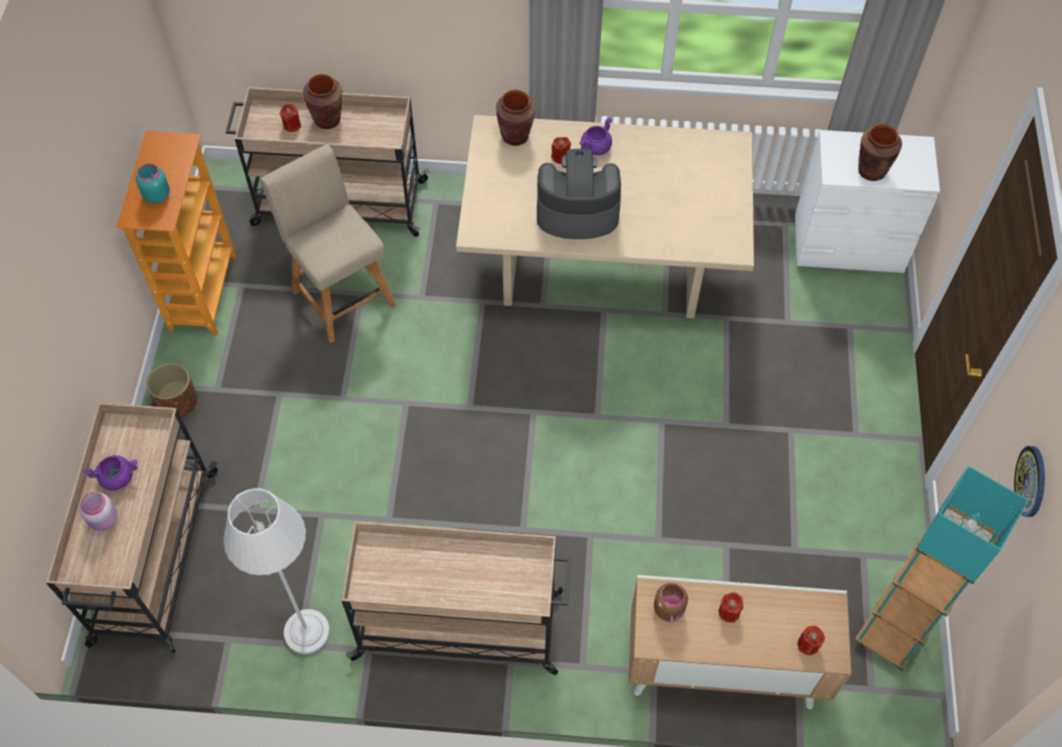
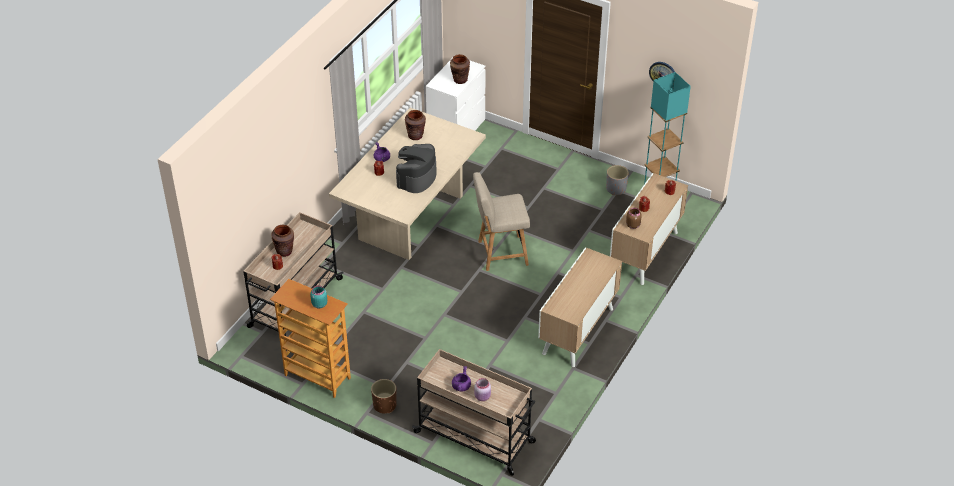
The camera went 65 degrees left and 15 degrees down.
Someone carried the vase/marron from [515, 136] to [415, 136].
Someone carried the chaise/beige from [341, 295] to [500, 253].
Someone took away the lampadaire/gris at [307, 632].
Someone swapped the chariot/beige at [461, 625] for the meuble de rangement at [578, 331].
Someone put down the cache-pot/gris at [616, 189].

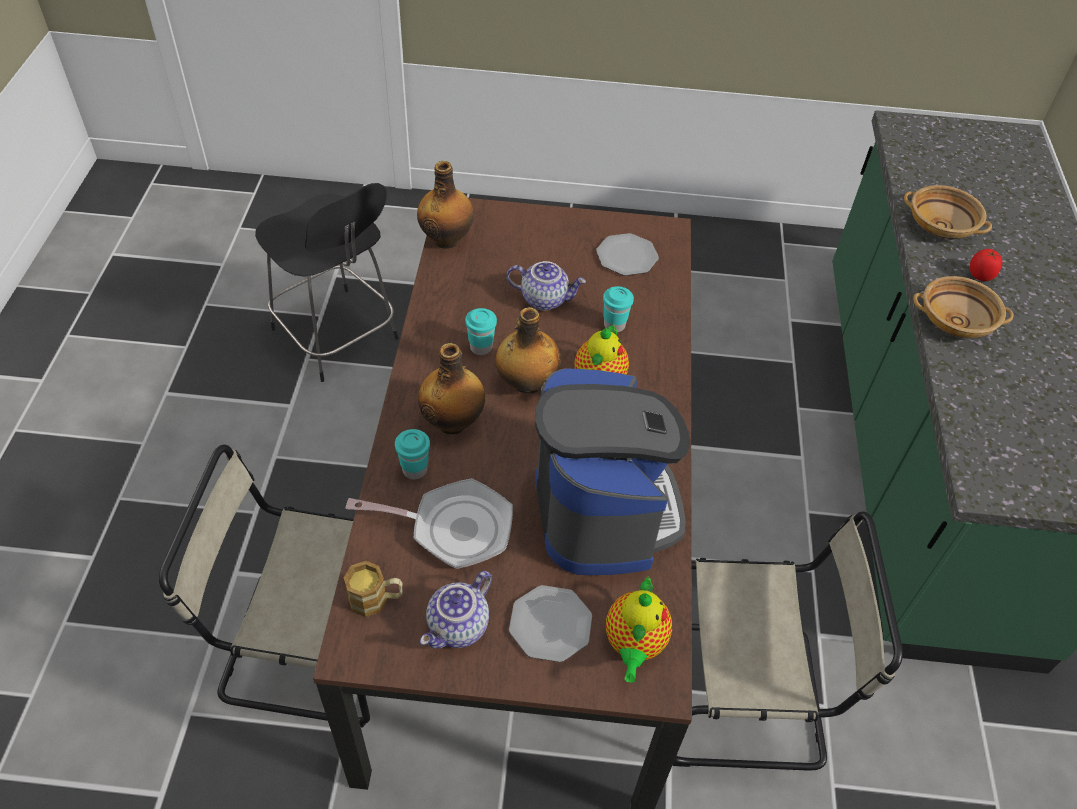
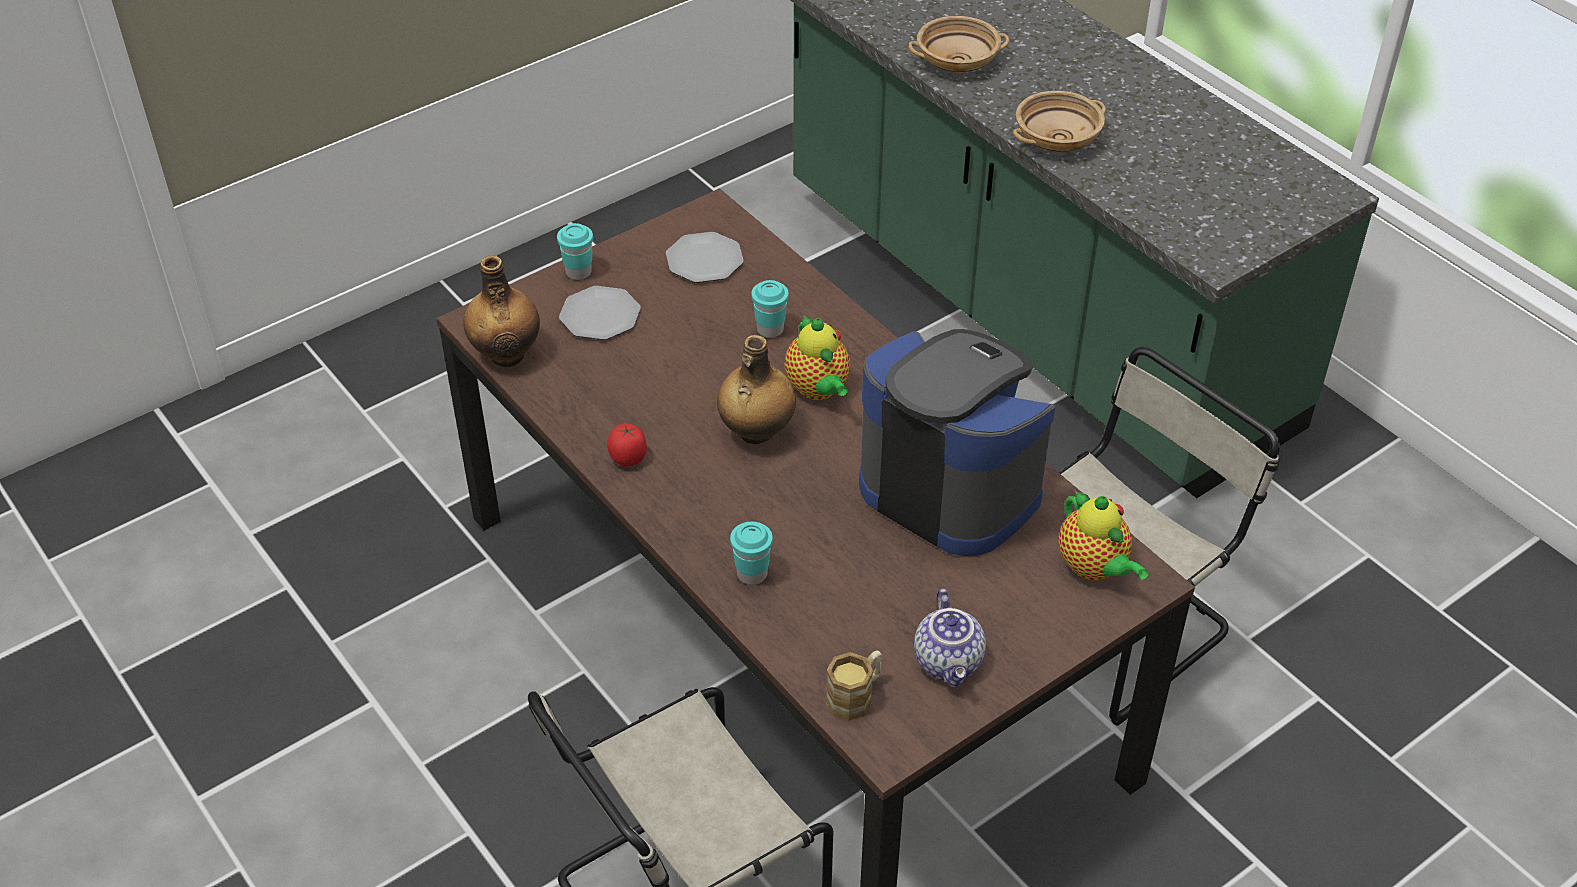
The camera went 40 degrees left and 5 degrees down.
Someone took away the tabouret/noir at [337, 337].
Someone carried the tomate from [980, 275] to [628, 458].
Someone took away the théière at [545, 298].
Someone carried the tasse/turquoise from [481, 347] to [578, 272].
Someone took away the bouteille at [453, 421].
Someone took away the poêle at [453, 528].
Someone carried the assiette from [549, 625] to [600, 316].

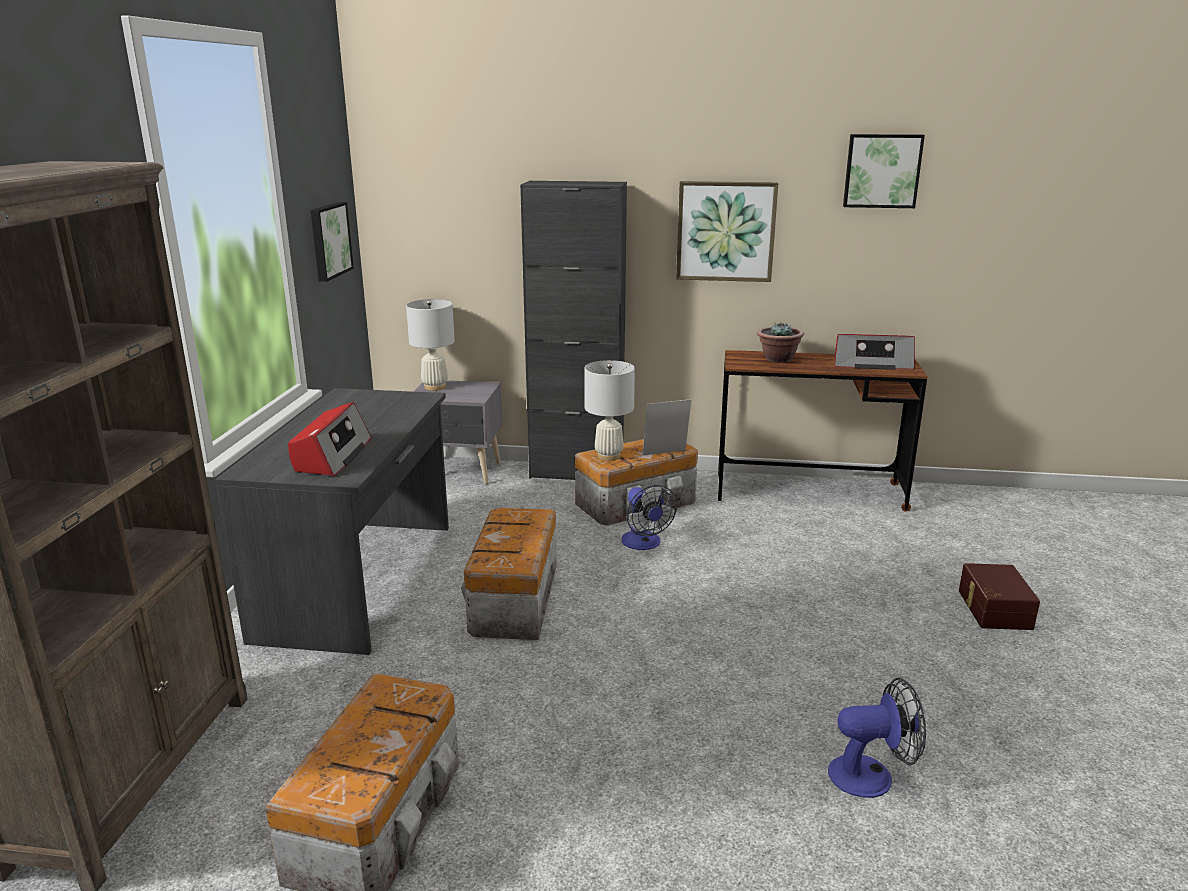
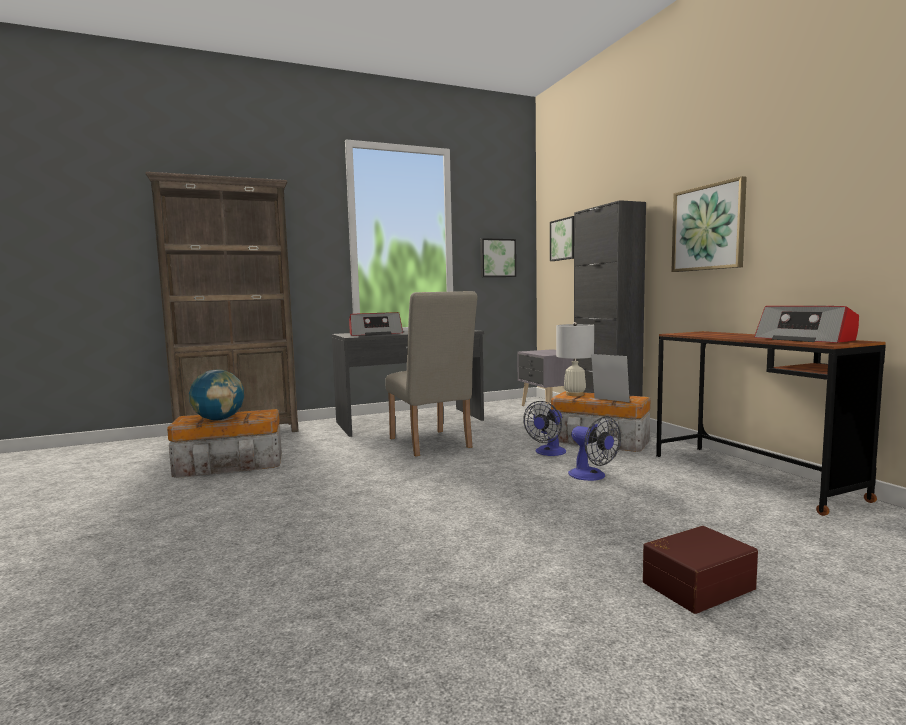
The camera went 60 degrees right and 15 degrees down.
Someone carried the tableau from [882, 171] to [565, 239].
Someone took away the lampe de table/blanc at [434, 387].
Someone took away the plante en pot at [778, 359].
Someone swapped the boîte de rangement at [513, 600] for the chaise/beige at [431, 444].
Someone carried the ventilateur from [871, 775] to [592, 476].
Someone put down the globe at [219, 419].

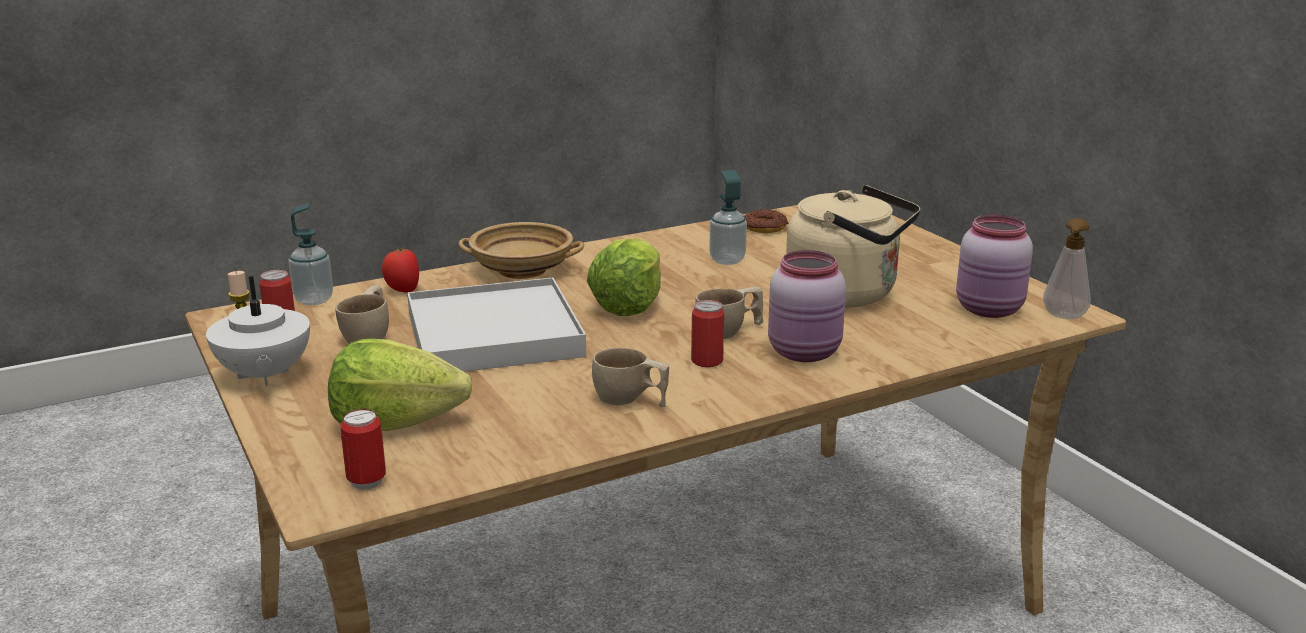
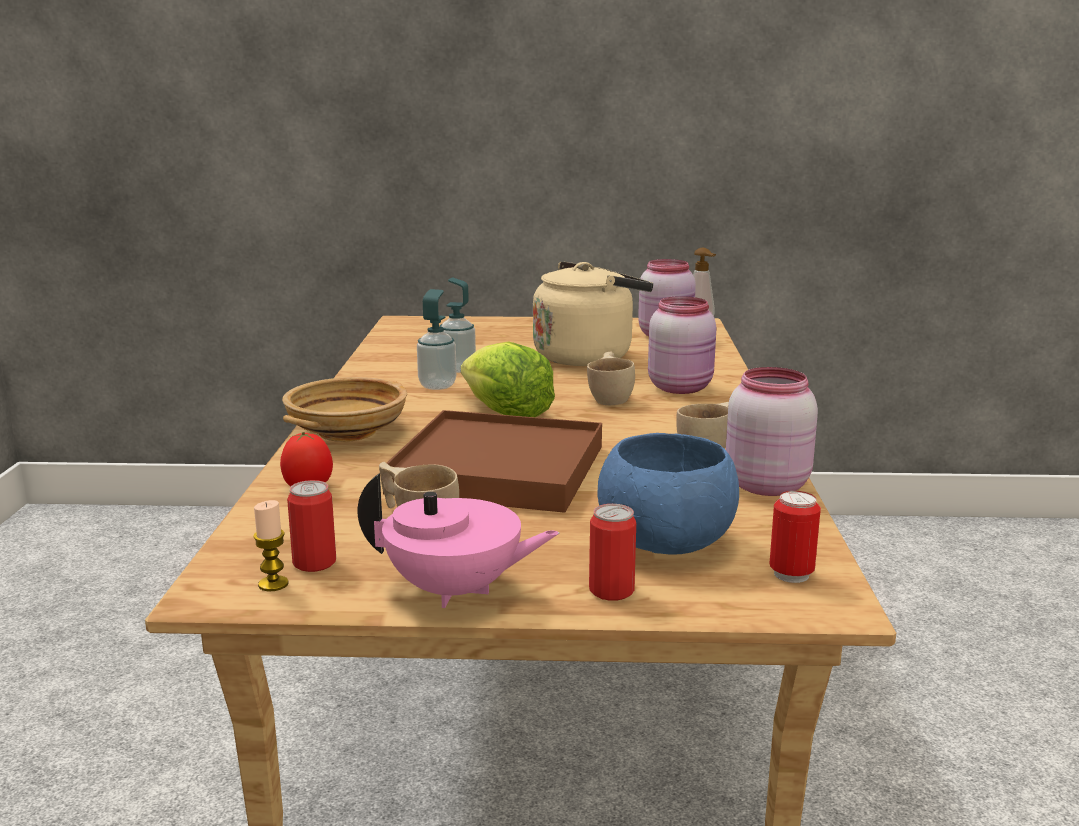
The camera went 60 degrees left and 5 degrees down.
Someone carried the distributeur de savon from [313, 300] to [437, 385].
Someone took away the beignet at [764, 227].
Someone repainted the théière/blanc at [264, 376], which became the théière/rose at [455, 591].
Someone repainted the plateau/blanc at [494, 334], which became the plateau/marron at [498, 469].
Someone carried the boîte métallique from [707, 361] to [611, 590].
Someone swapped the laitue at [395, 422] for the bol/bleu at [664, 542].
Someone put down the bocal/rose at [765, 484].

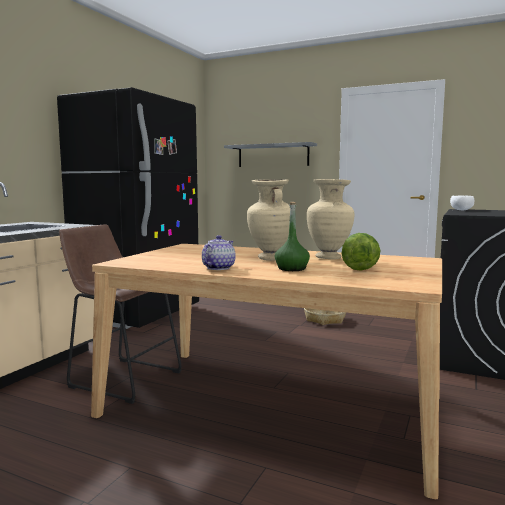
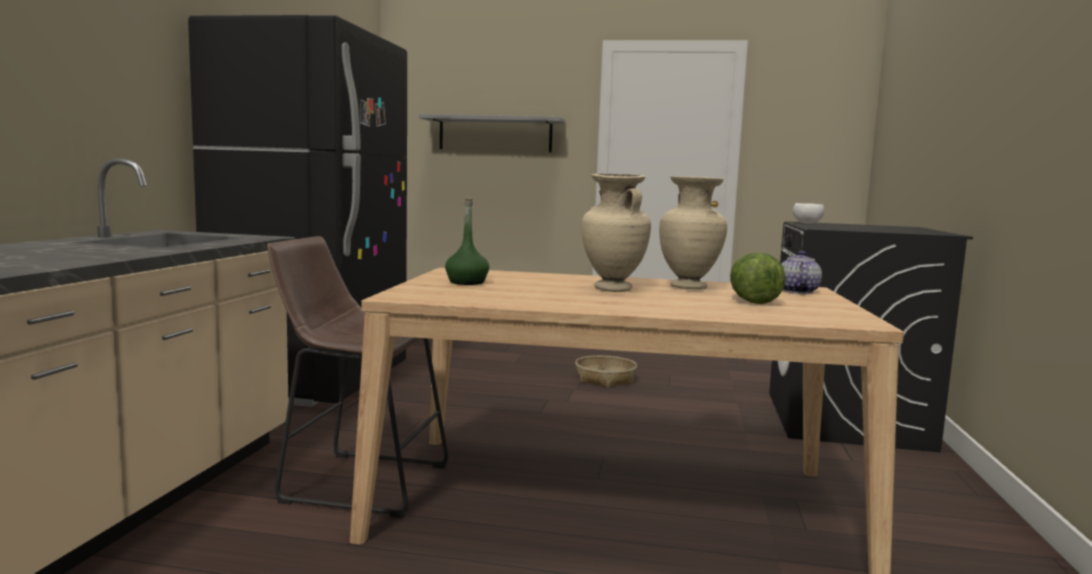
The camera went 15 degrees left and 0 degrees up.
Someone carried the bouteille/vert from [292, 269] to [467, 282].
Someone carried the théière from [218, 268] to [797, 291].

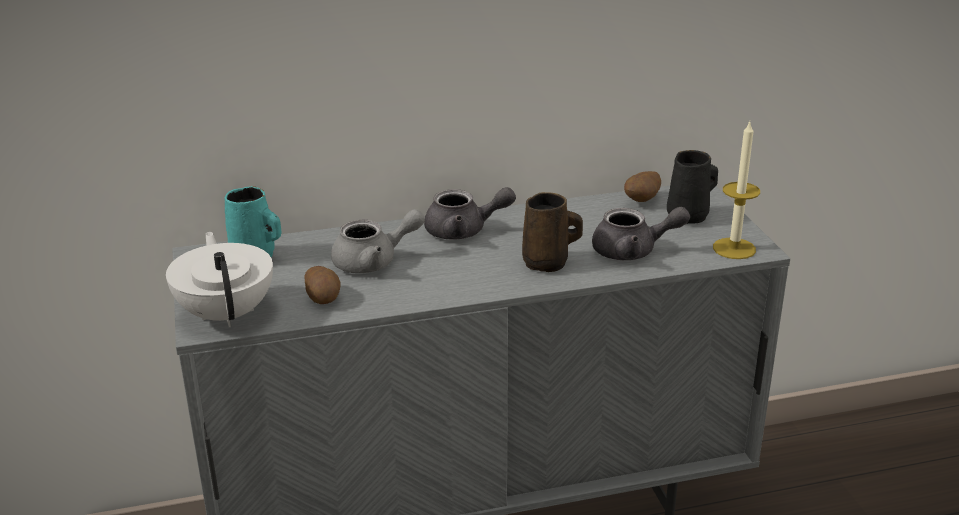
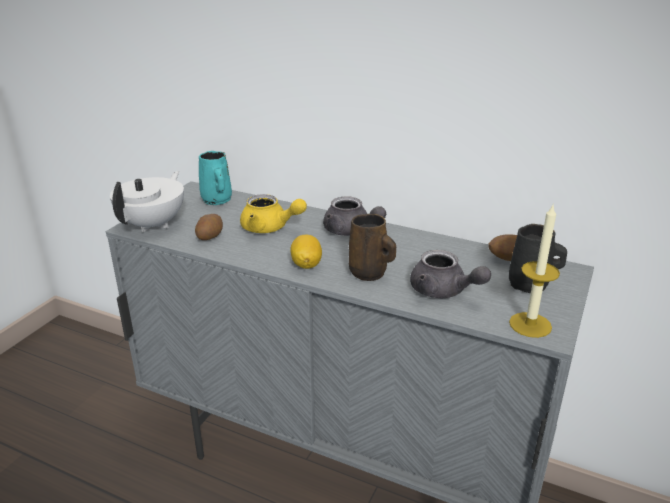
The camera went 40 degrees right and 0 degrees up.
Someone repainted the théière/gris at [374, 261], which became the théière/jaune at [270, 228].
Someone put down the citron at [306, 264].

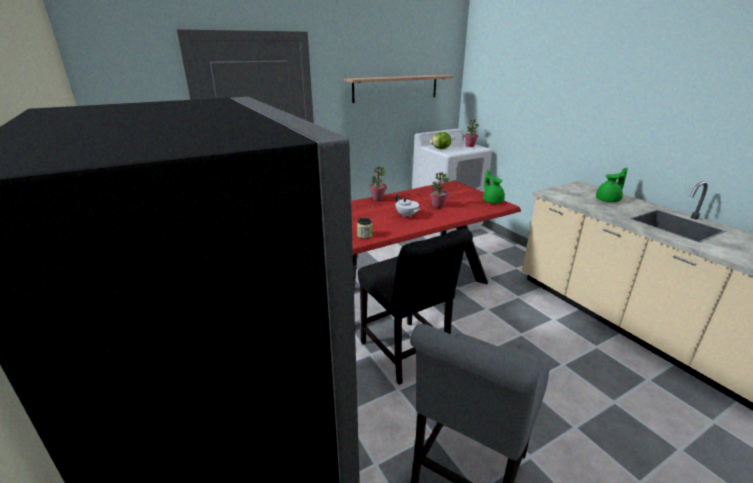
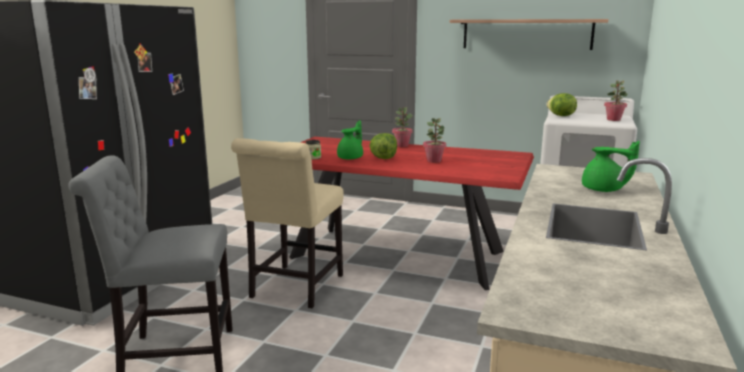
The camera went 50 degrees right and 10 degrees down.
Someone carried the théière/vert from [492, 201] to [351, 158].
Someone swapped the théière/blanc at [407, 216] for the laitue at [383, 158].
Someone repainted the chaise/noir at [407, 354], which became the chaise/beige at [294, 288].

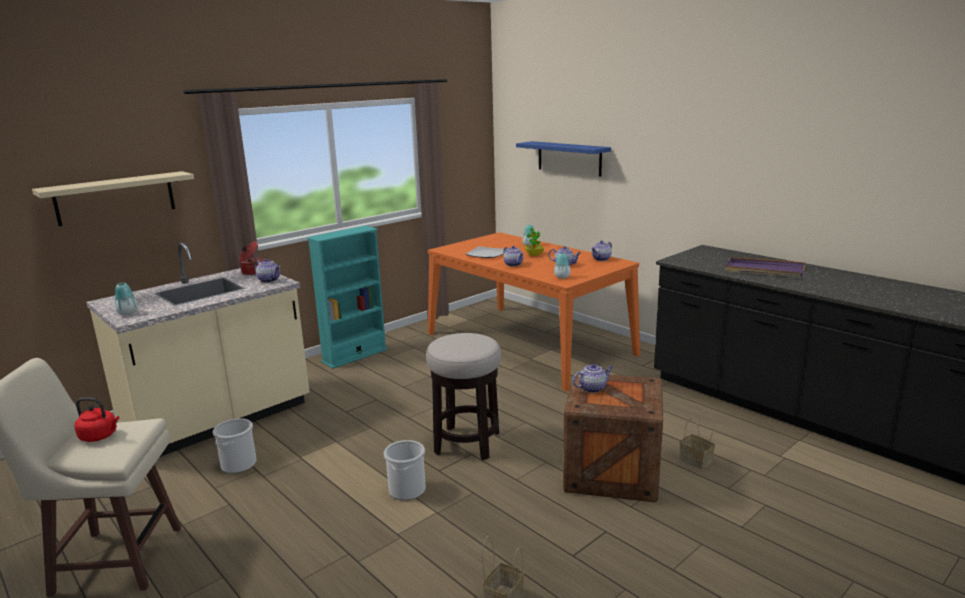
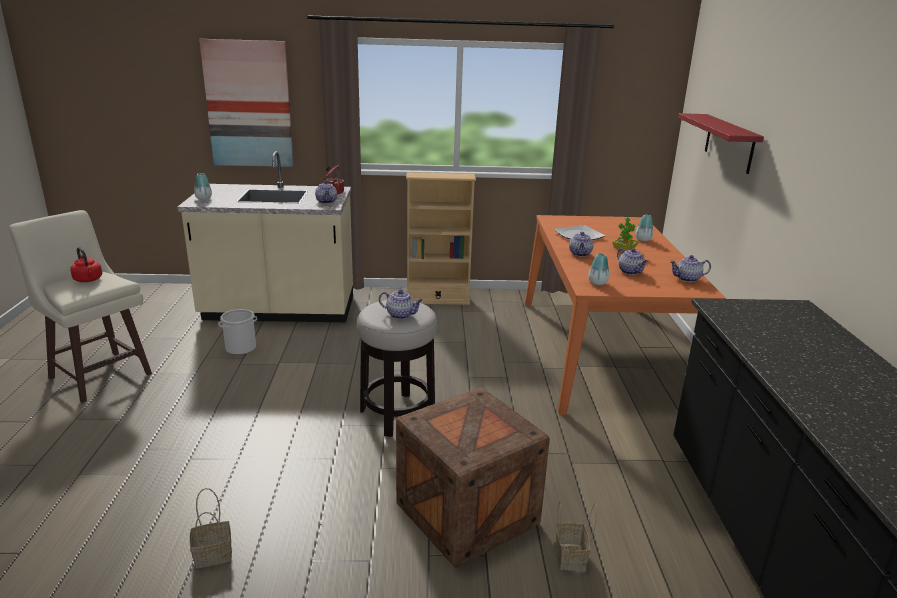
The camera went 40 degrees right and 5 degrees up.
Someone repainted the étagère/bleu at [569, 158], which became the étagère/rouge at [729, 143].
Someone swapped the étagère/beige at [115, 198] for the tableau at [249, 104].
Someone repainted the bibliothèque/turquoise at [355, 356], which became the bibliothèque/beige at [438, 299].
Someone took away the plateau/violet at [763, 270].
Someone carried the théière from [592, 388] to [401, 315].
Someone took away the seau at [407, 489].

